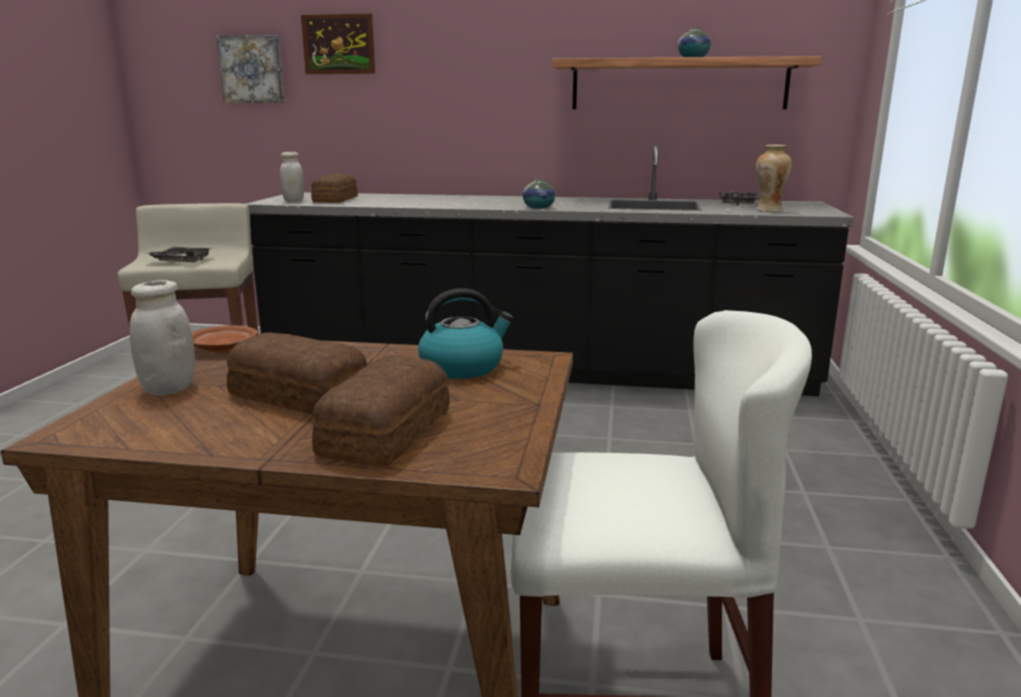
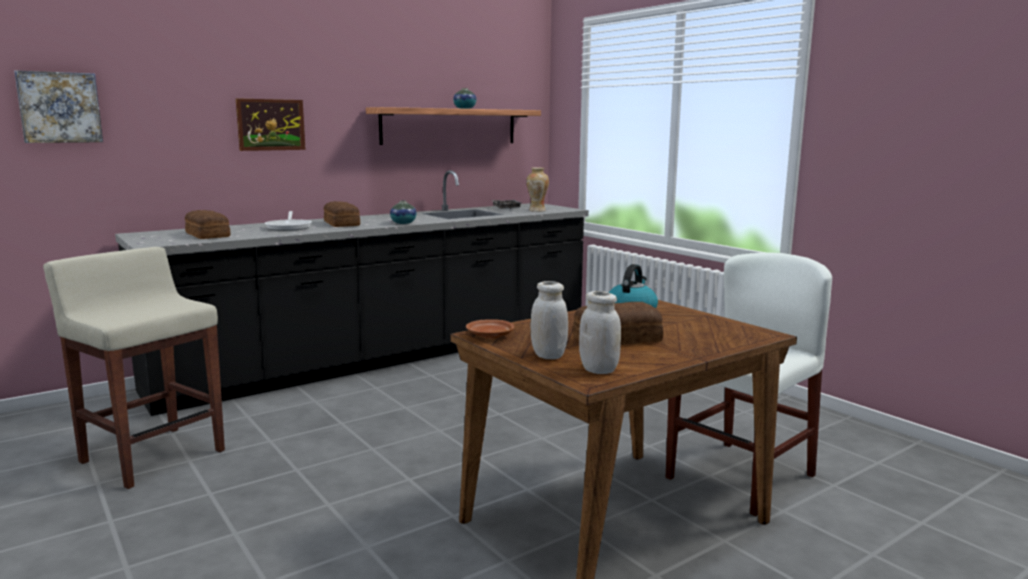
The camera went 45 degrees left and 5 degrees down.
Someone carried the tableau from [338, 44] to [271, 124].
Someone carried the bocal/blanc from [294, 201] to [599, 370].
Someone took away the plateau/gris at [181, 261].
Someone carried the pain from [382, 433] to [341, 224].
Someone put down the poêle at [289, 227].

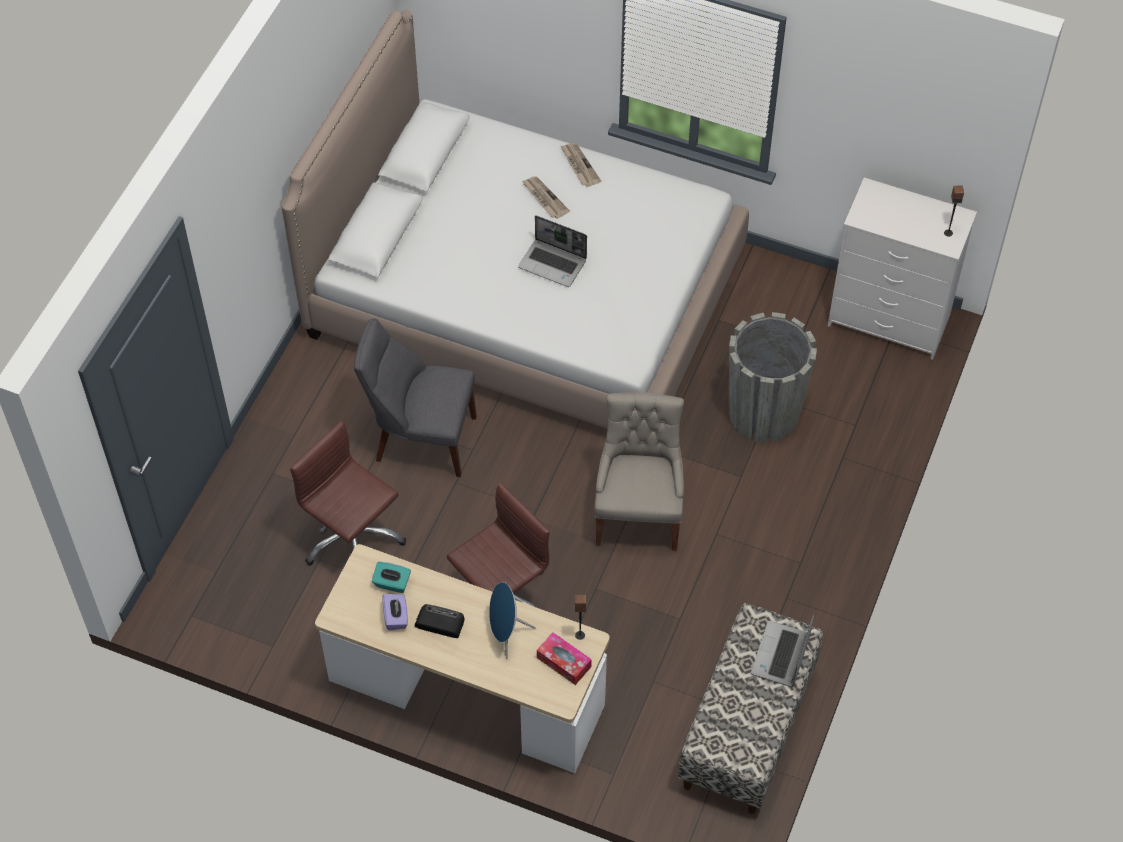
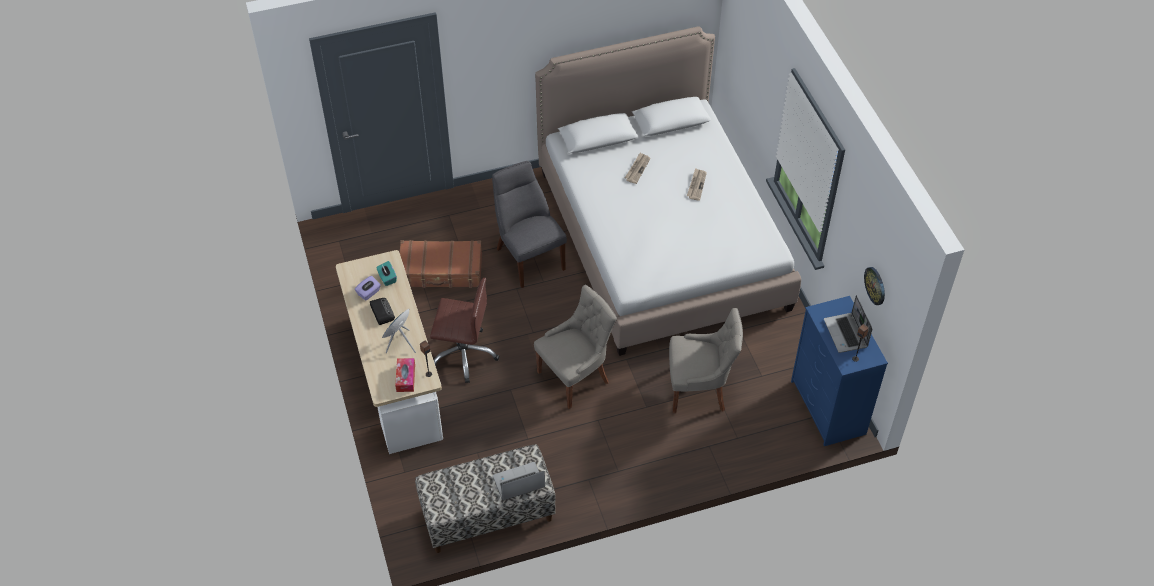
The camera went 50 degrees right and 5 degrees down.
Someone carried the journal from [579, 166] to [637, 169].
Someone repainted the commode/blanc at [890, 320], which became the commode/bleu at [828, 408].
Someone carried the ordinateur portable from [553, 264] to [846, 334].
Someone swapped the cache-pot/gris at [763, 413] for the chaise/gris at [699, 390].
Someone swapped the chaise de bureau/marron at [352, 540] for the valise/marron at [441, 271].
Someone put up the horloge murale at [875, 285].

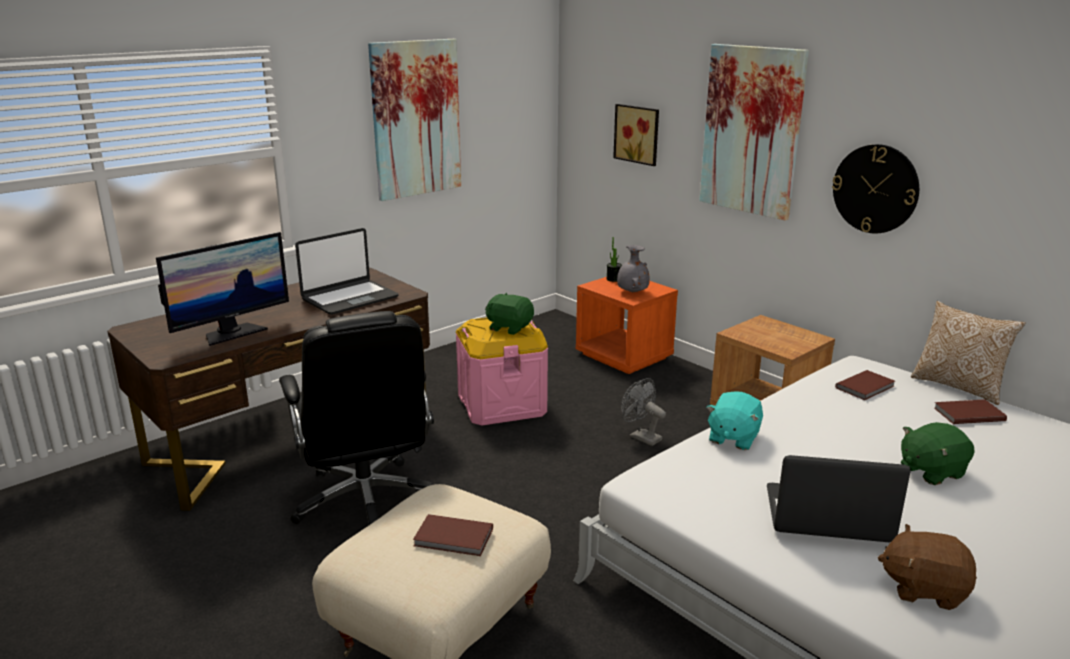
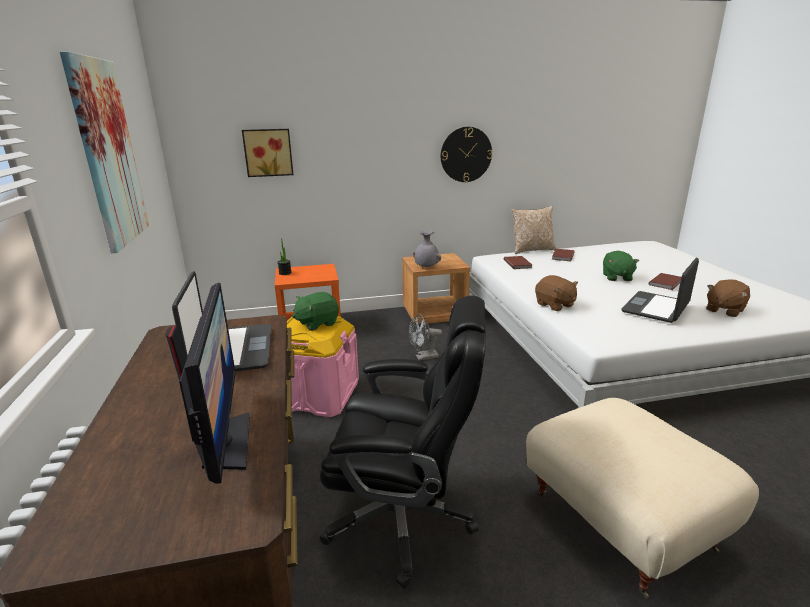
The camera went 60 degrees left and 0 degrees up.
Someone took away the tableau at [751, 131].
Someone carried the vase/gris from [632, 292] to [426, 267].
Someone repainted the peluche/turquoise at [733, 438], which became the peluche/marron at [554, 305].
Someone carried the livre/marron from [454, 538] to [666, 283].

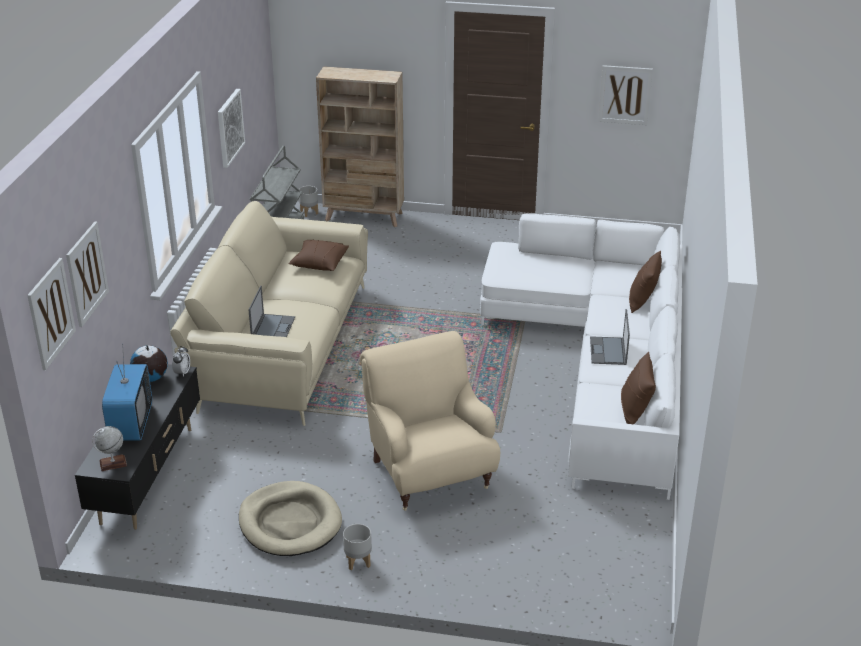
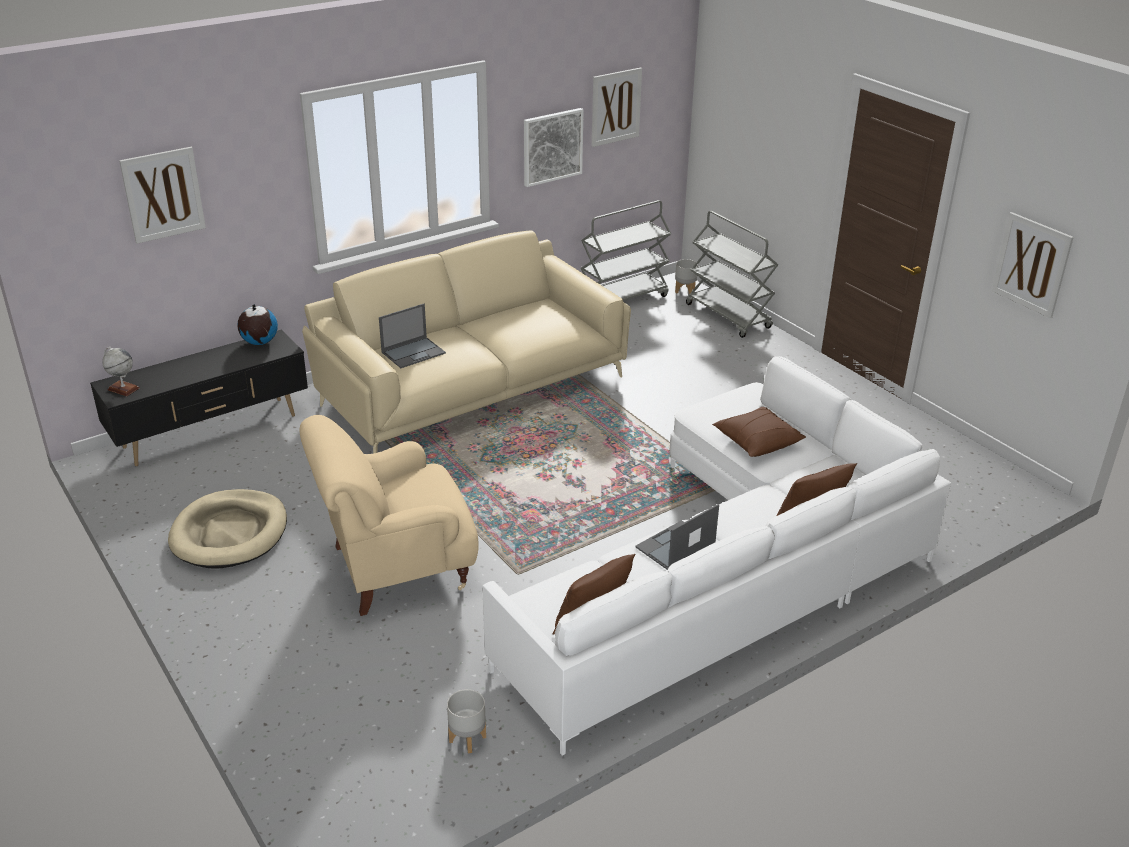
The camera went 45 degrees right and 0 degrees up.
Someone swapped the bibliothèque/beige at [364, 217] for the chariot/gris at [729, 316].
Someone carried the coussin/marron from [319, 263] to [757, 441].
Someone carried the tableau from [51, 313] to [615, 107].
Someone rotated the fauteuil/beige at [429, 473] by 135 degrees counterclockwise.
Someone took away the téléviseur at [131, 423].
Someone took away the réveil at [182, 372].
Someone carried the cache-pot/gris from [358, 562] to [467, 739].

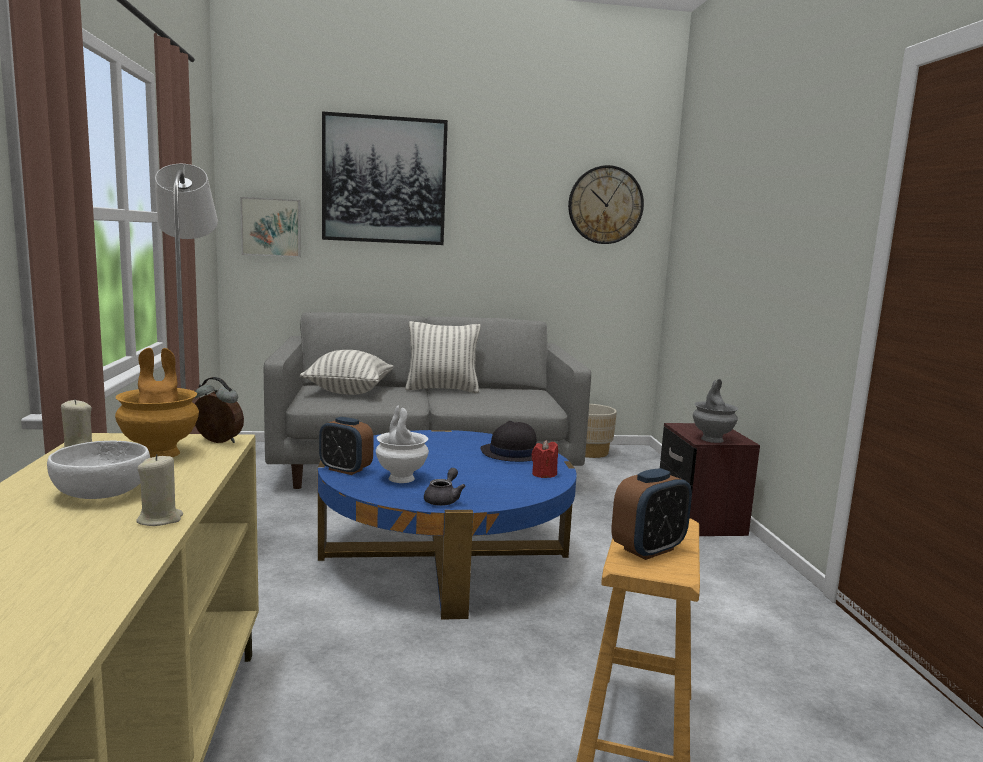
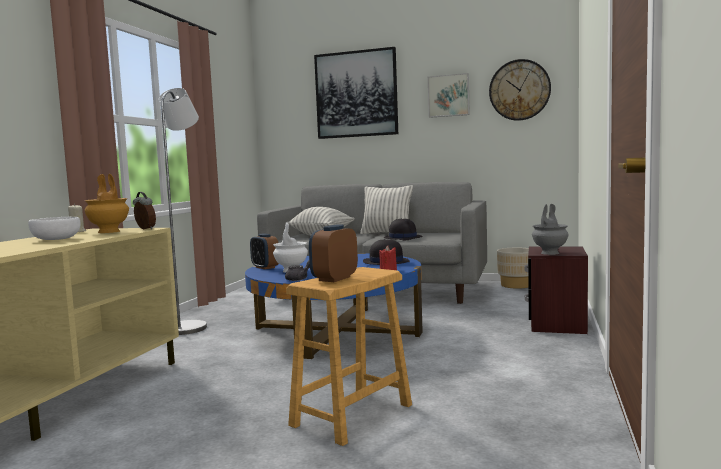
The camera went 25 degrees right and 5 degrees down.
Someone carried the tableau from [271, 227] to [448, 96].
Someone took away the bougie/beige at [160, 519].
Someone rotated the réveil at [648, 549] by 135 degrees clockwise.
Someone put down the chapeau/noir at [402, 238].

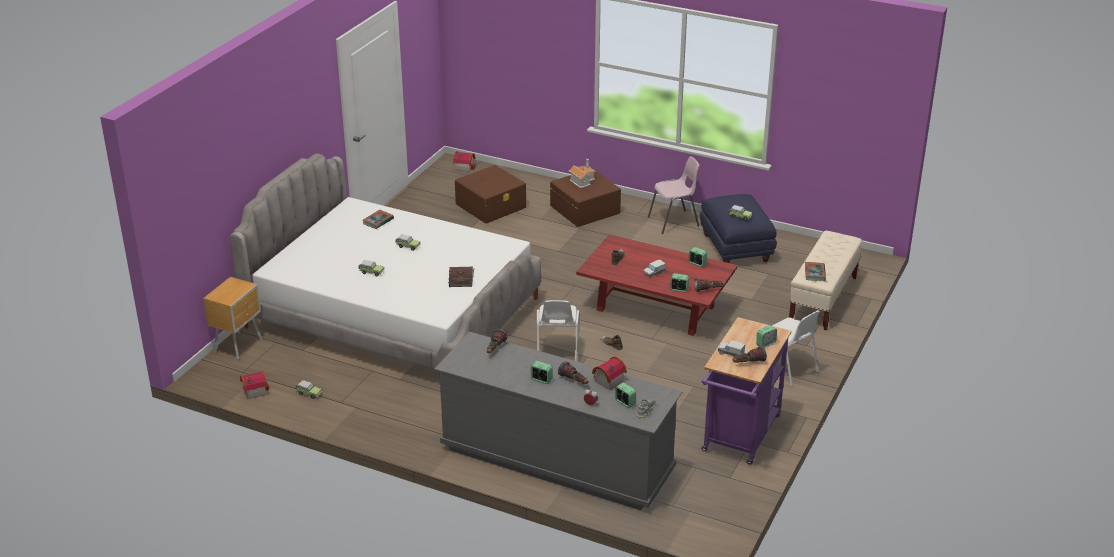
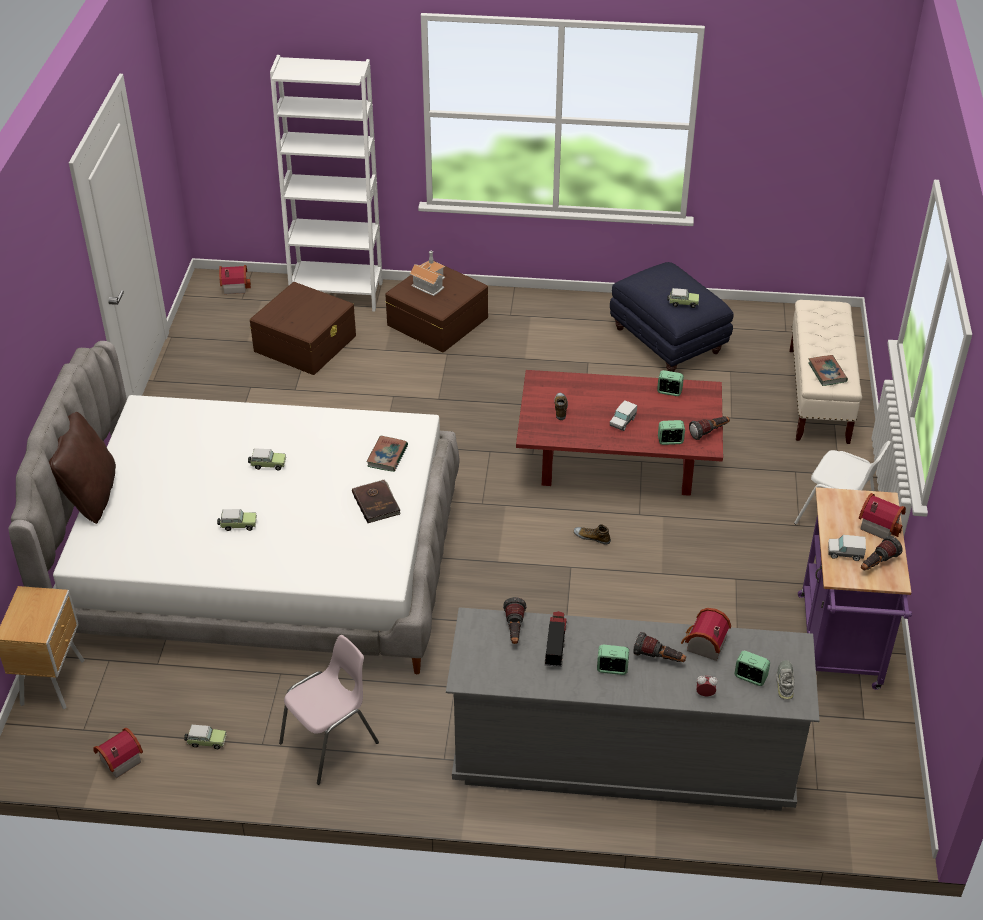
The camera went 20 degrees left and 10 degrees up.
Someone carried the chaise/rose from [674, 222] to [331, 743].
Someone carried the livre from [378, 221] to [387, 456].
Someone took away the chaise/blanc at [557, 353].
Someone swapped the réveil at [765, 344] for the maison miniature at [879, 524].
Someone put down the bibliothèque/blanc at [337, 294].
Someone put down the coussin/marron at [90, 496].
Someone put down the camion jouet at [555, 644].

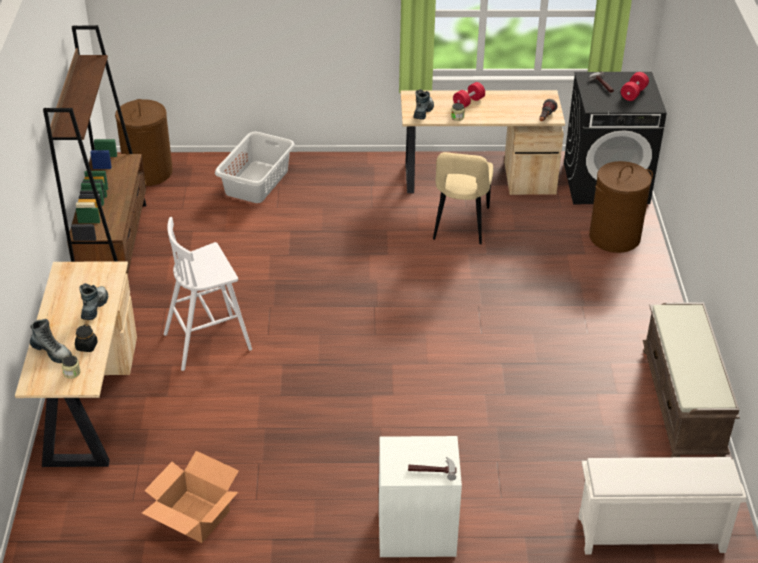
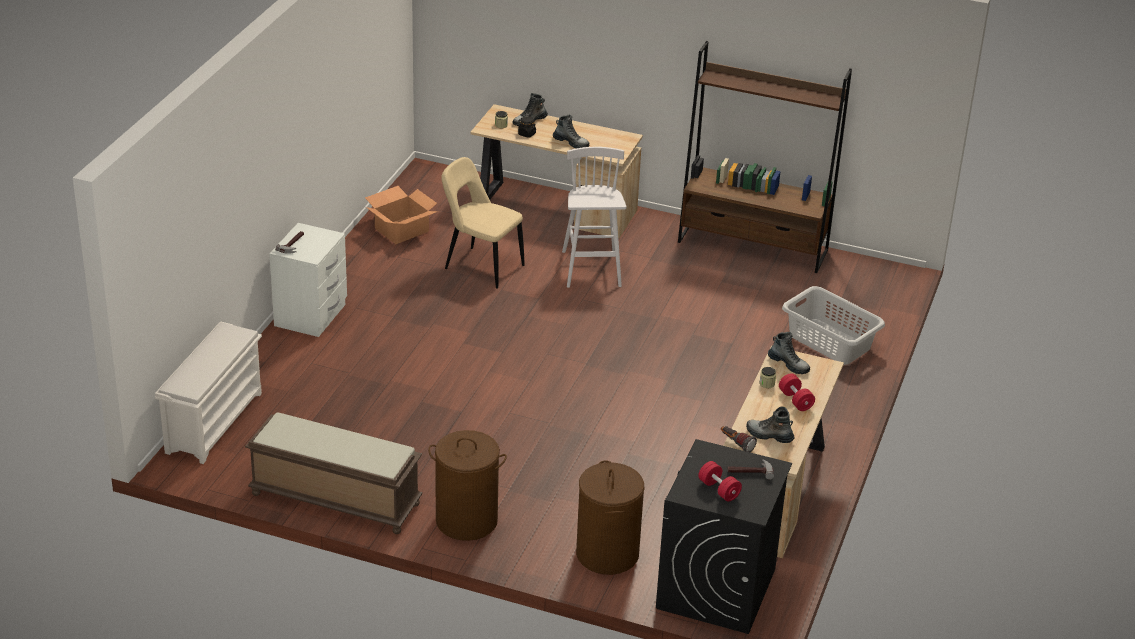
The camera went 110 degrees right and 5 degrees down.
Someone carried the panier à linge/marron from [148, 172] to [467, 520].
Someone carried the chaise/beige from [460, 226] to [481, 266].
Someone put down the botte at [769, 436].

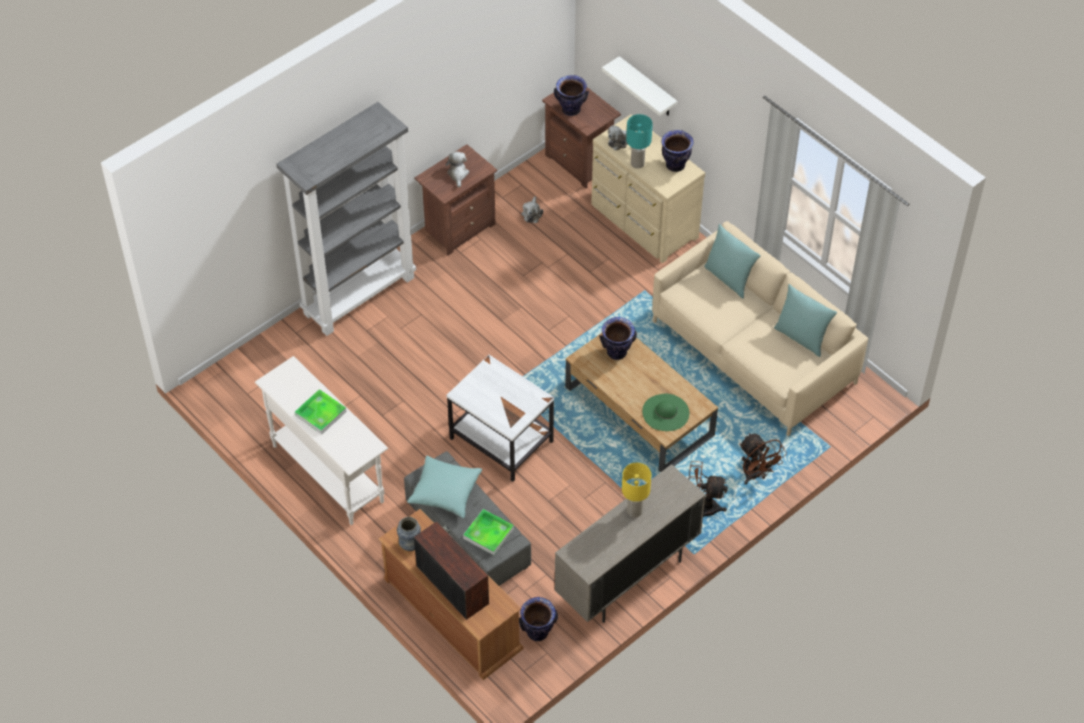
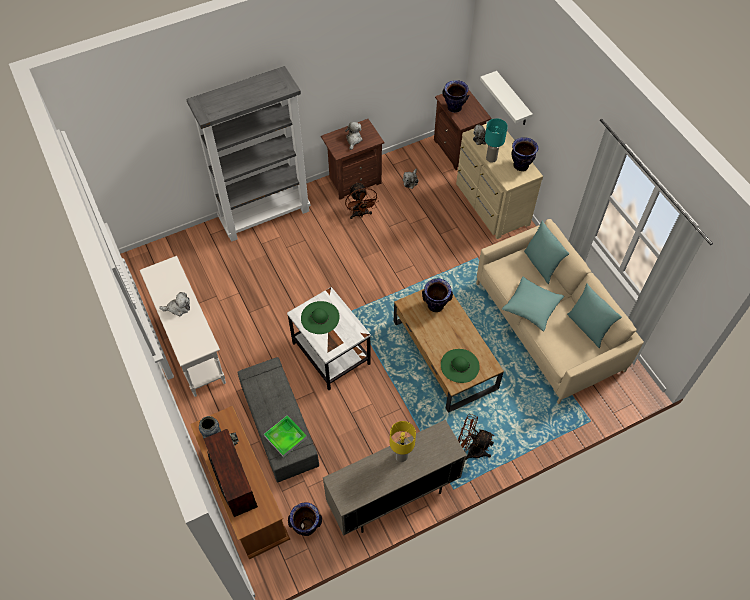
The camera went 15 degrees right and 5 degrees up.
Someone swapped the plateau at [320, 413] for the peluche at [178, 308].
Someone carried the ventilateur/marron from [756, 475] to [360, 214].
Someone carried the coussin/turquoise from [445, 492] to [531, 307].
Someone put down the chapeau/vert at [320, 317].

